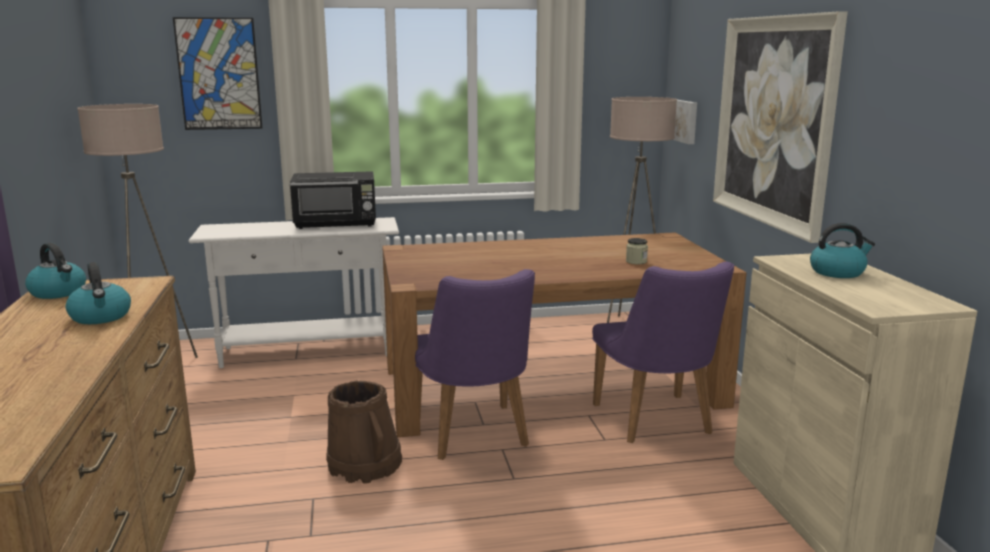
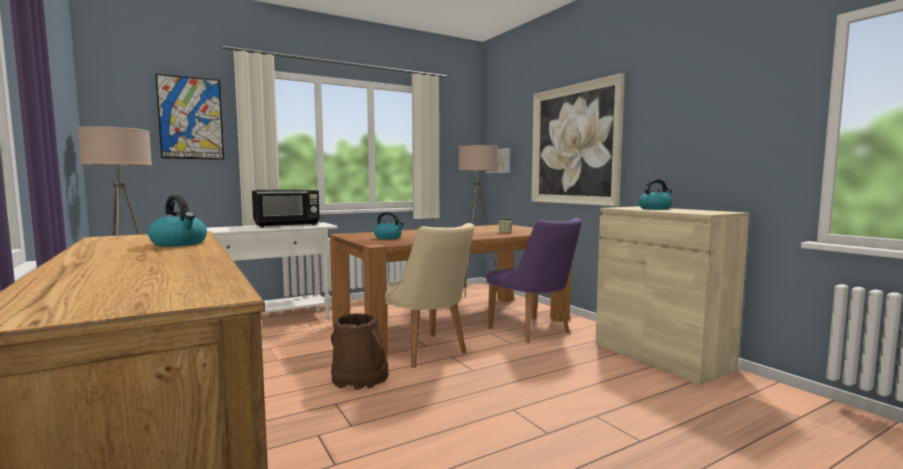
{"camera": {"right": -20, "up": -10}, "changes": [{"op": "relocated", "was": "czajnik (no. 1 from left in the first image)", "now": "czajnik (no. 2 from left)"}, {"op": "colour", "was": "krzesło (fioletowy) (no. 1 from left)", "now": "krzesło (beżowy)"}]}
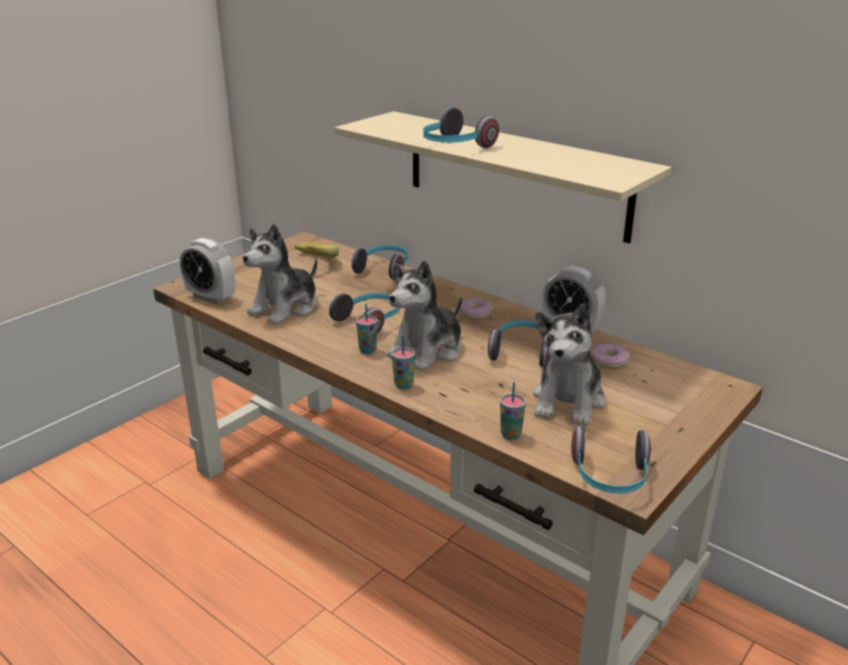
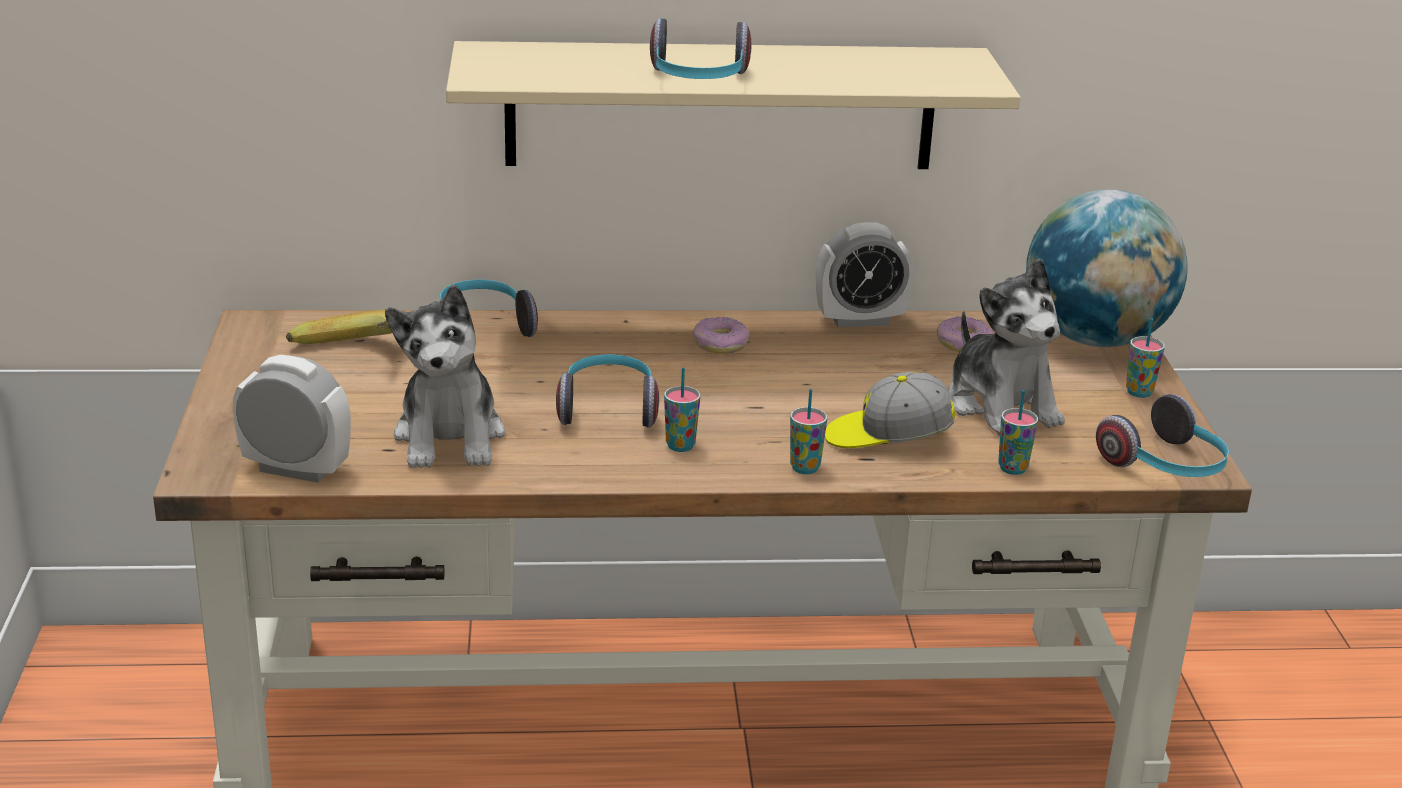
{"camera": {"right": -45, "up": 0}, "changes": [{"op": "spun", "was": "budzik (no. 1 from left)", "clockwise": -150}, {"op": "missing", "was": "pluszak (no. 2 from left)"}, {"op": "missing", "was": "słuchawki (no. 4 from left)"}, {"op": "appeared", "now": "czapka z daszkiem"}, {"op": "appeared", "now": "globus"}, {"op": "appeared", "now": "filiżanka (no. 4 from left)"}]}
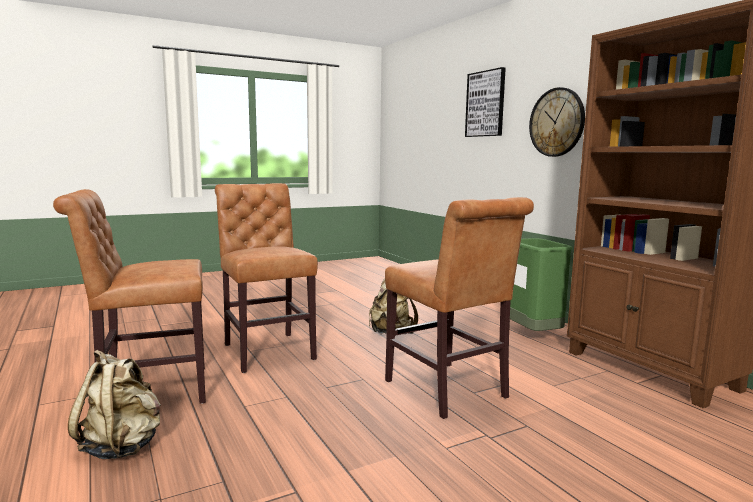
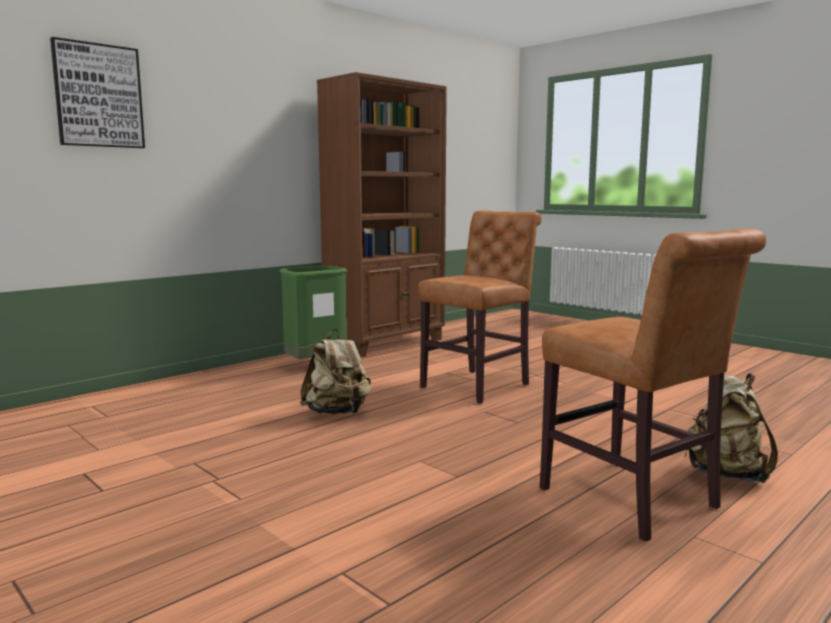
{"camera": {"right": -105, "up": 0}, "changes": [{"op": "missing", "was": "krzesło (brązowy) (no. 2 from left)"}, {"op": "missing", "was": "zegar ścienny"}]}
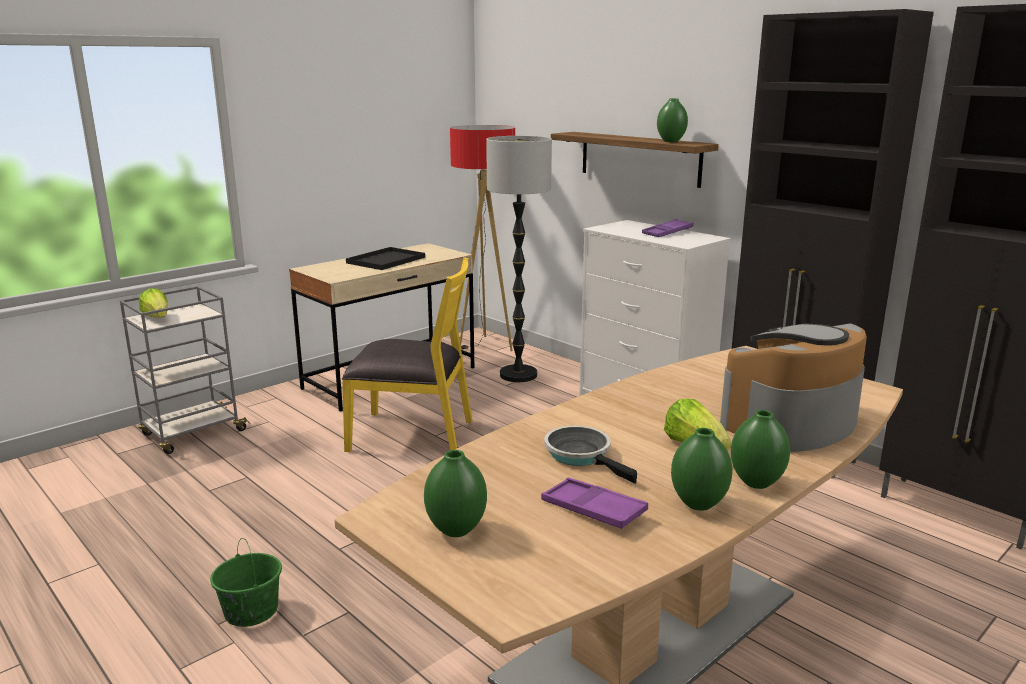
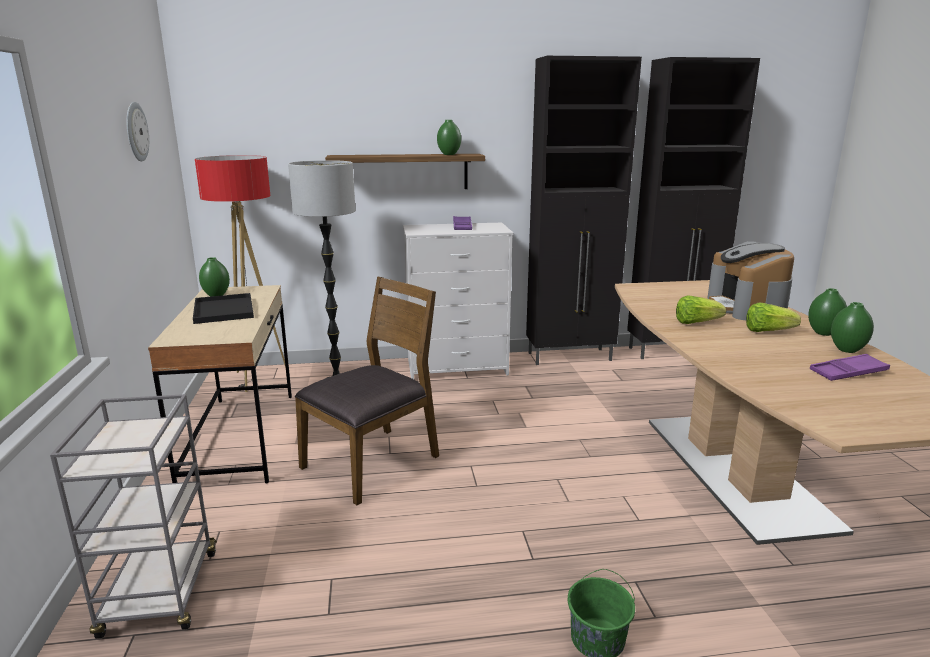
{"camera": {"right": -55, "up": 0}, "changes": [{"op": "relocated", "was": "sałata (no. 1 from left)"}, {"op": "colour", "was": "krzesło (żółty)", "now": "krzesło (brązowy)"}, {"op": "relocated", "was": "wazon (zielony) (no. 1 from left)"}, {"op": "missing", "was": "patelnia"}, {"op": "appeared", "now": "zegar ścienny"}]}
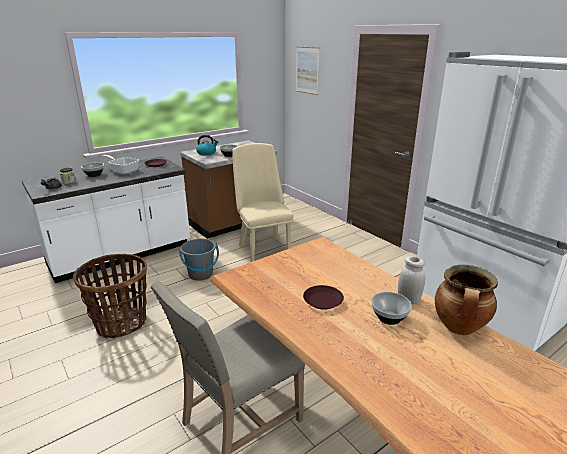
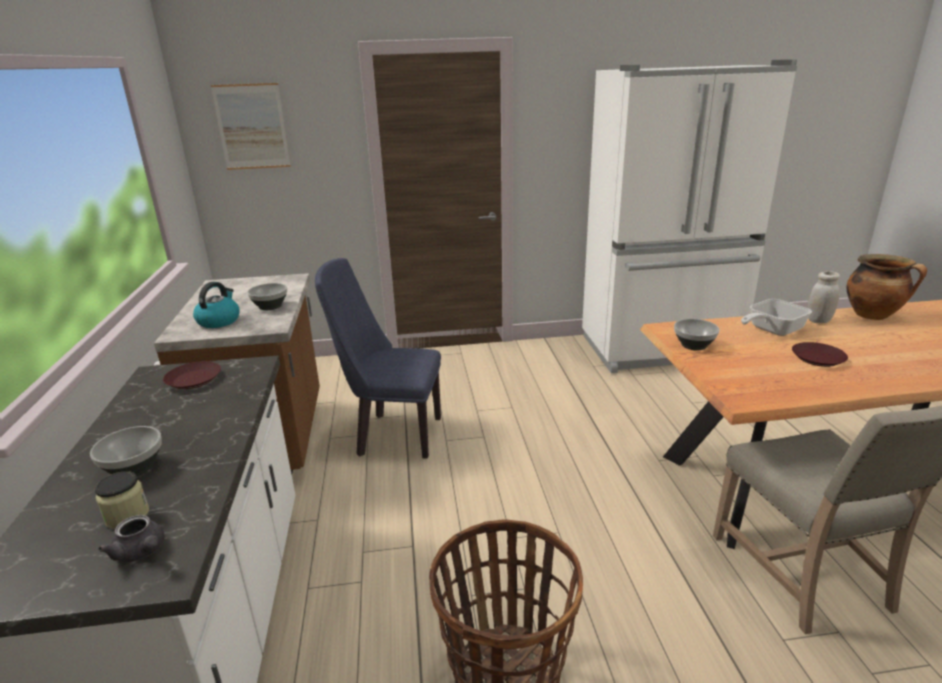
{"camera": {"right": -60, "up": 0}, "changes": [{"op": "relocated", "was": "patelnia"}, {"op": "missing", "was": "wiadro (szary)"}, {"op": "colour", "was": "krzesło (beżowy) (no. 2 from left)", "now": "krzesło (niebieski)"}, {"op": "relocated", "was": "miska (no. 3 from left)"}]}
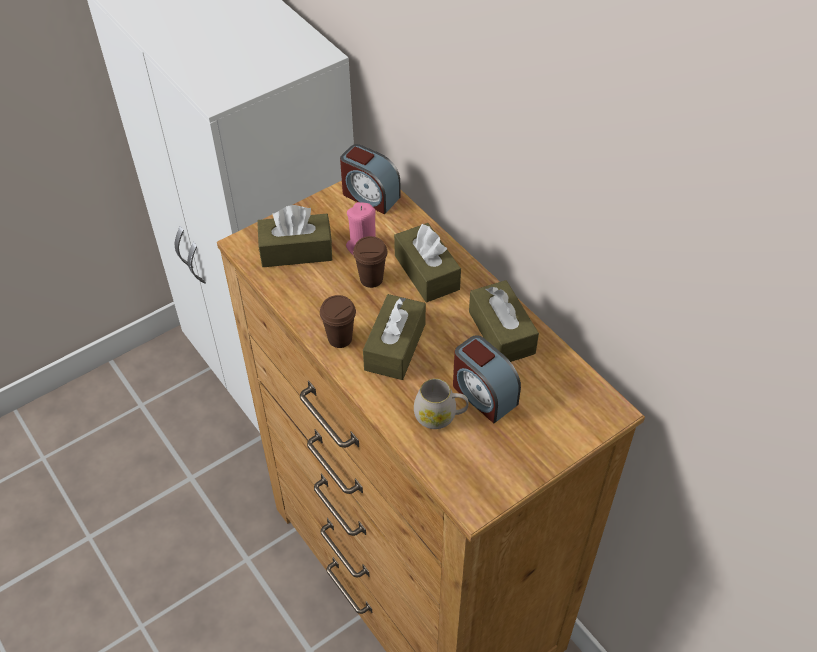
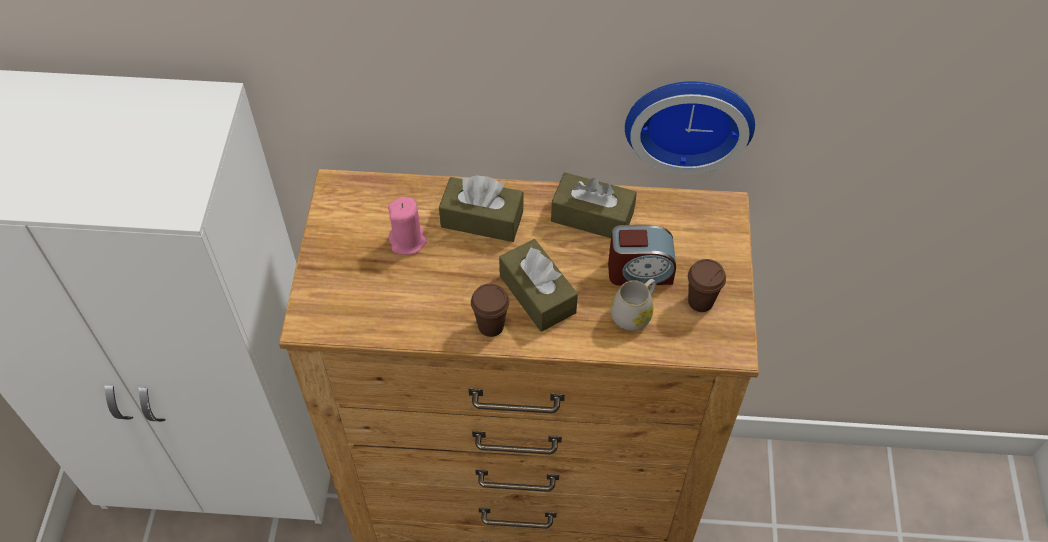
{"camera": {"right": -50, "up": 5}, "changes": [{"op": "missing", "was": "pudełko chusteczek (brązowy) (no. 1 from left)"}, {"op": "missing", "was": "budzik (no. 1 from left)"}, {"op": "relocated", "was": "filiżanka (brązowy) (no. 2 from left)"}, {"op": "appeared", "now": "zegar ścienny"}]}
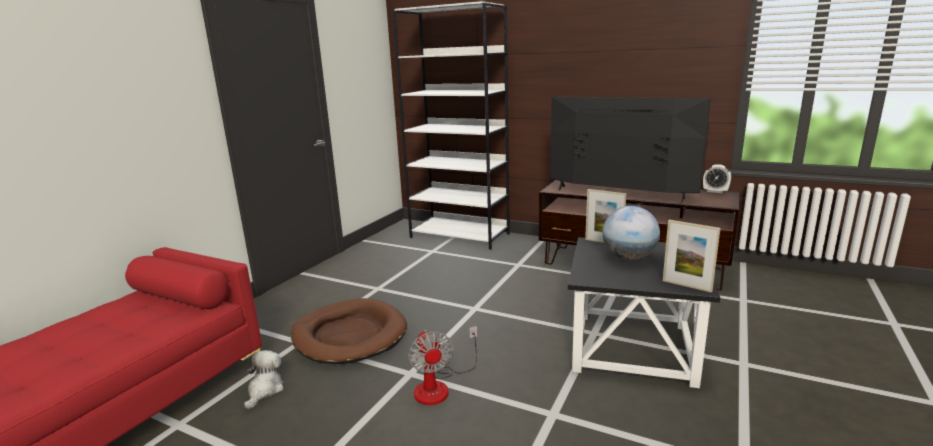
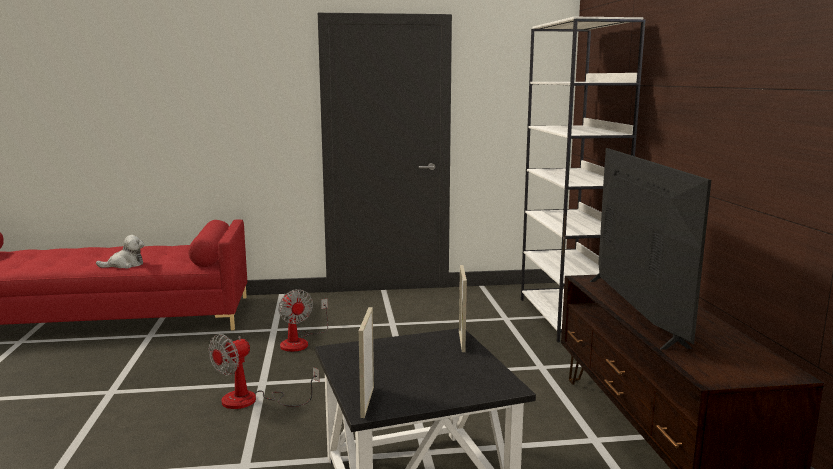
{"camera": {"right": 55, "up": -5}, "changes": [{"op": "relocated", "was": "pluszak"}, {"op": "exchanged", "was": "legowisko (brązowy)", "now": "wentylator (no. 2 from left)"}, {"op": "missing", "was": "globus"}, {"op": "missing", "was": "budzik"}]}
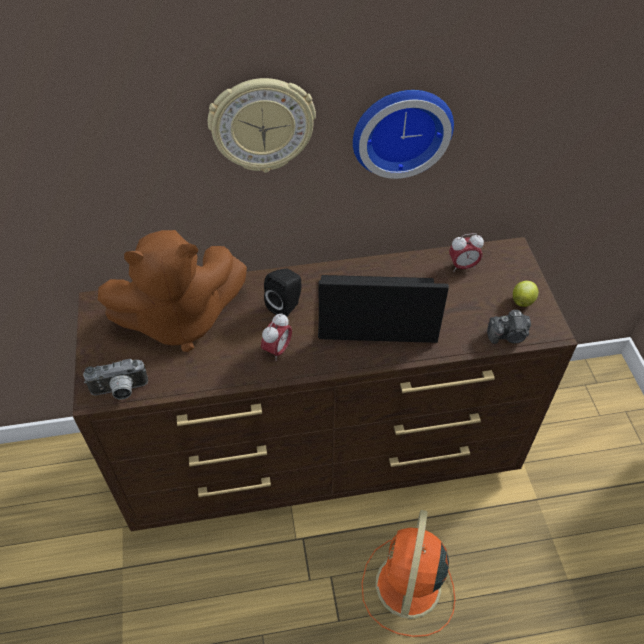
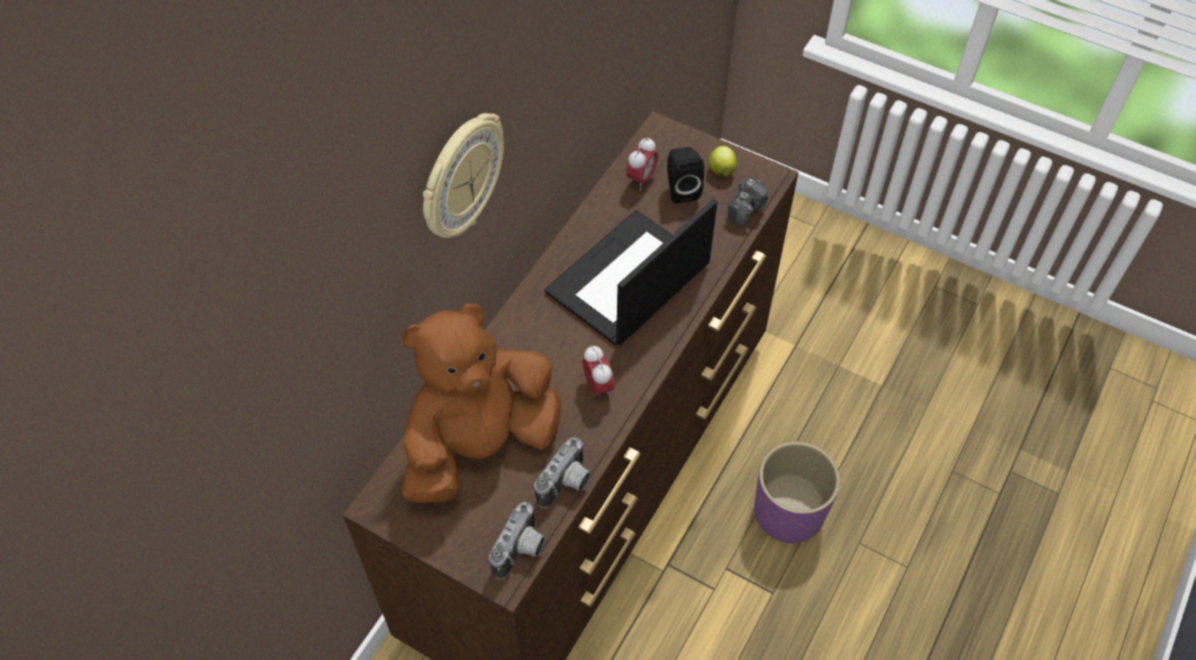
{"camera": {"right": -50, "up": 5}, "changes": [{"op": "spun", "was": "pluszak (brązowy)", "clockwise": -150}, {"op": "relocated", "was": "głośnik (czarny)"}, {"op": "missing", "was": "zegar ścienny (no. 2 from left)"}, {"op": "exchanged", "was": "wentylator (pomarańczowy)", "now": "donica (fioletowy)"}, {"op": "appeared", "now": "aparat fotograficzny (no. 2 from left)"}]}
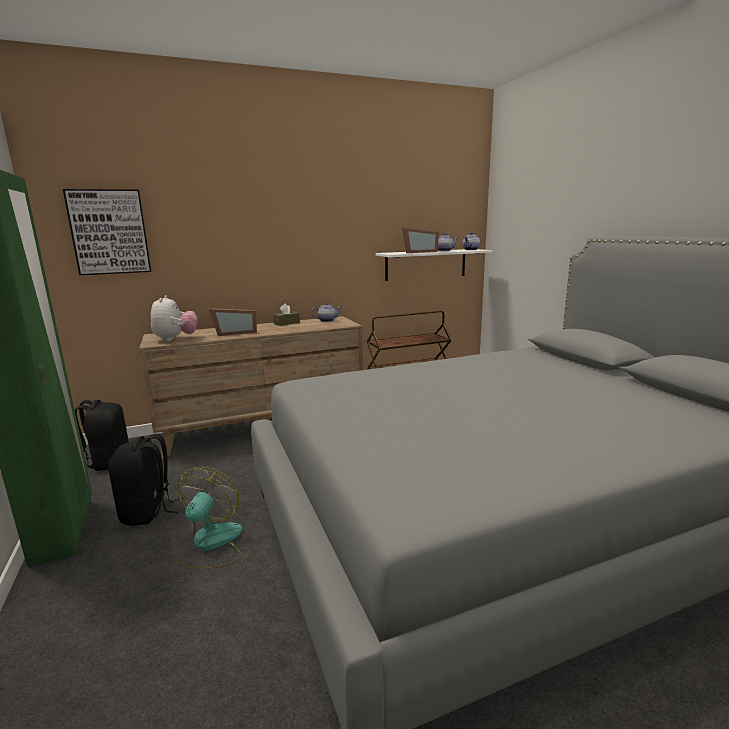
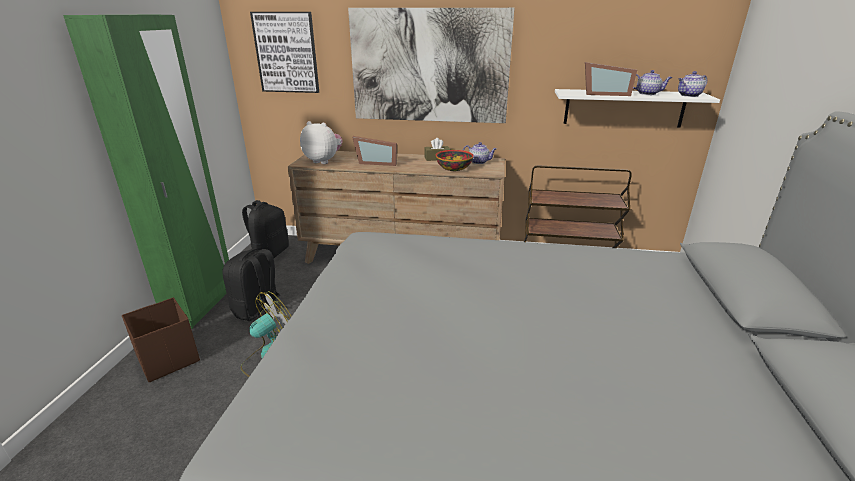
{"camera": {"right": 30, "up": 10}, "changes": [{"op": "spun", "was": "pluszak", "clockwise": -90}, {"op": "appeared", "now": "pojemnik do przechowywania (brązowy)"}, {"op": "appeared", "now": "obraz (no. 2 from left)"}, {"op": "appeared", "now": "miska"}]}
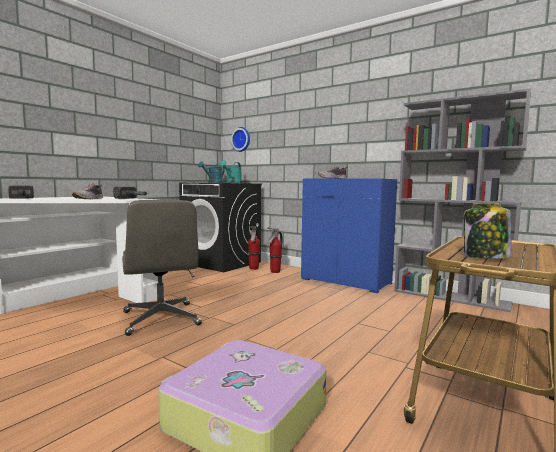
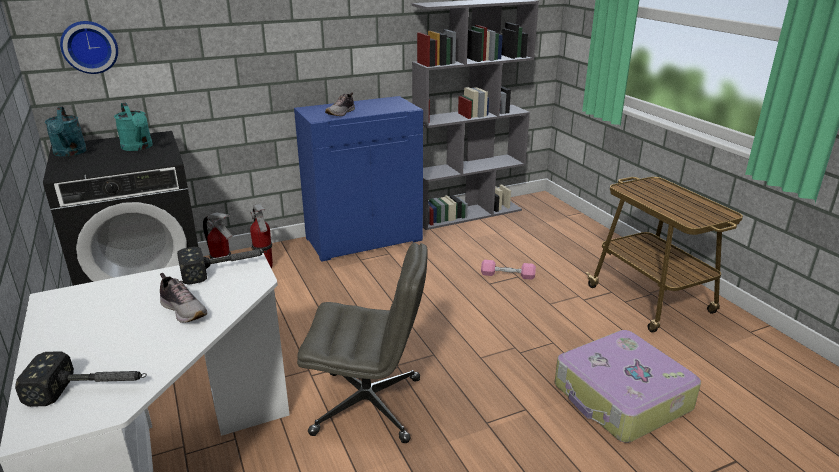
{"camera": {"right": -60, "up": 20}, "changes": [{"op": "missing", "was": "słoik"}, {"op": "appeared", "now": "hantel (różowy)"}]}
